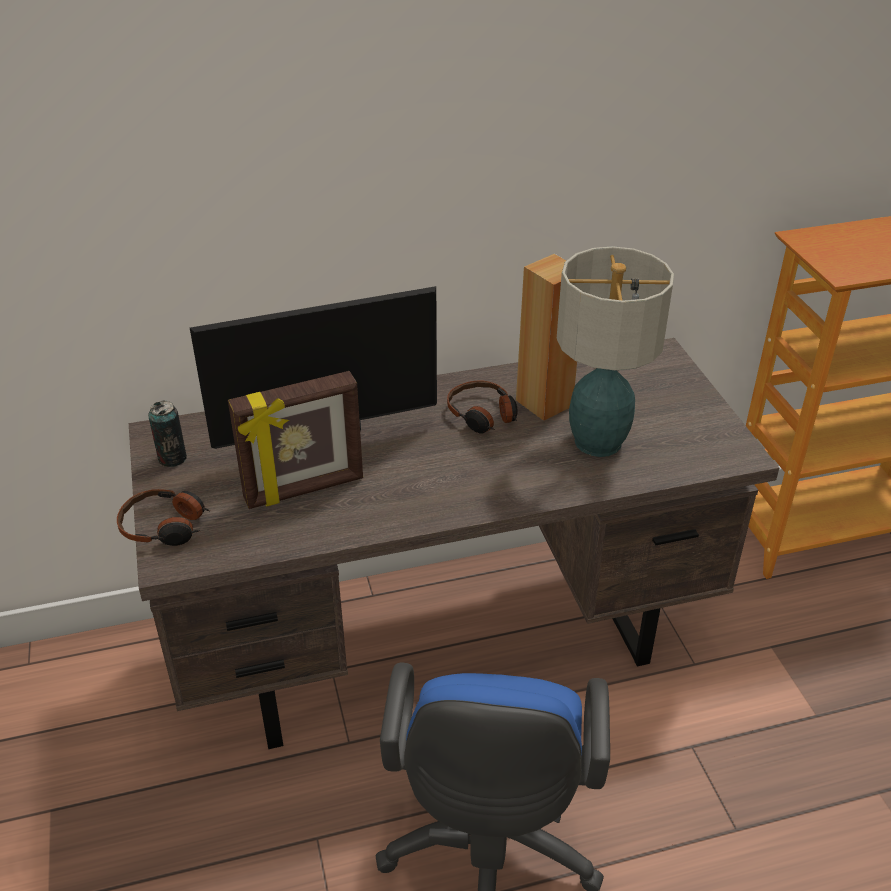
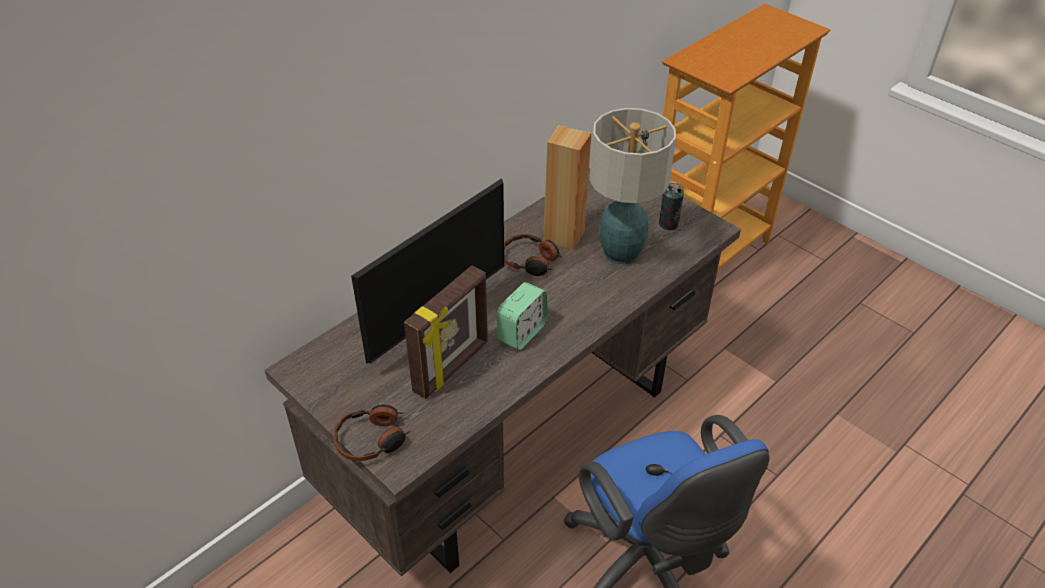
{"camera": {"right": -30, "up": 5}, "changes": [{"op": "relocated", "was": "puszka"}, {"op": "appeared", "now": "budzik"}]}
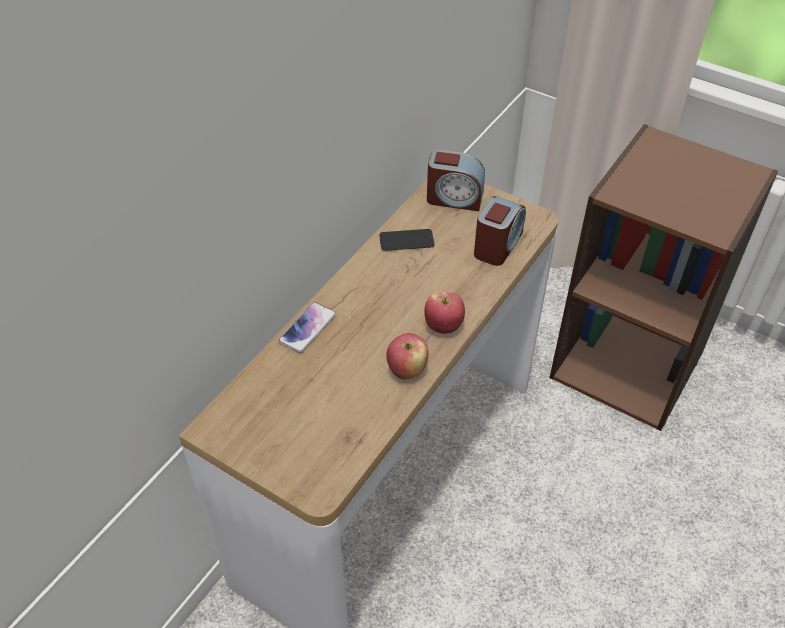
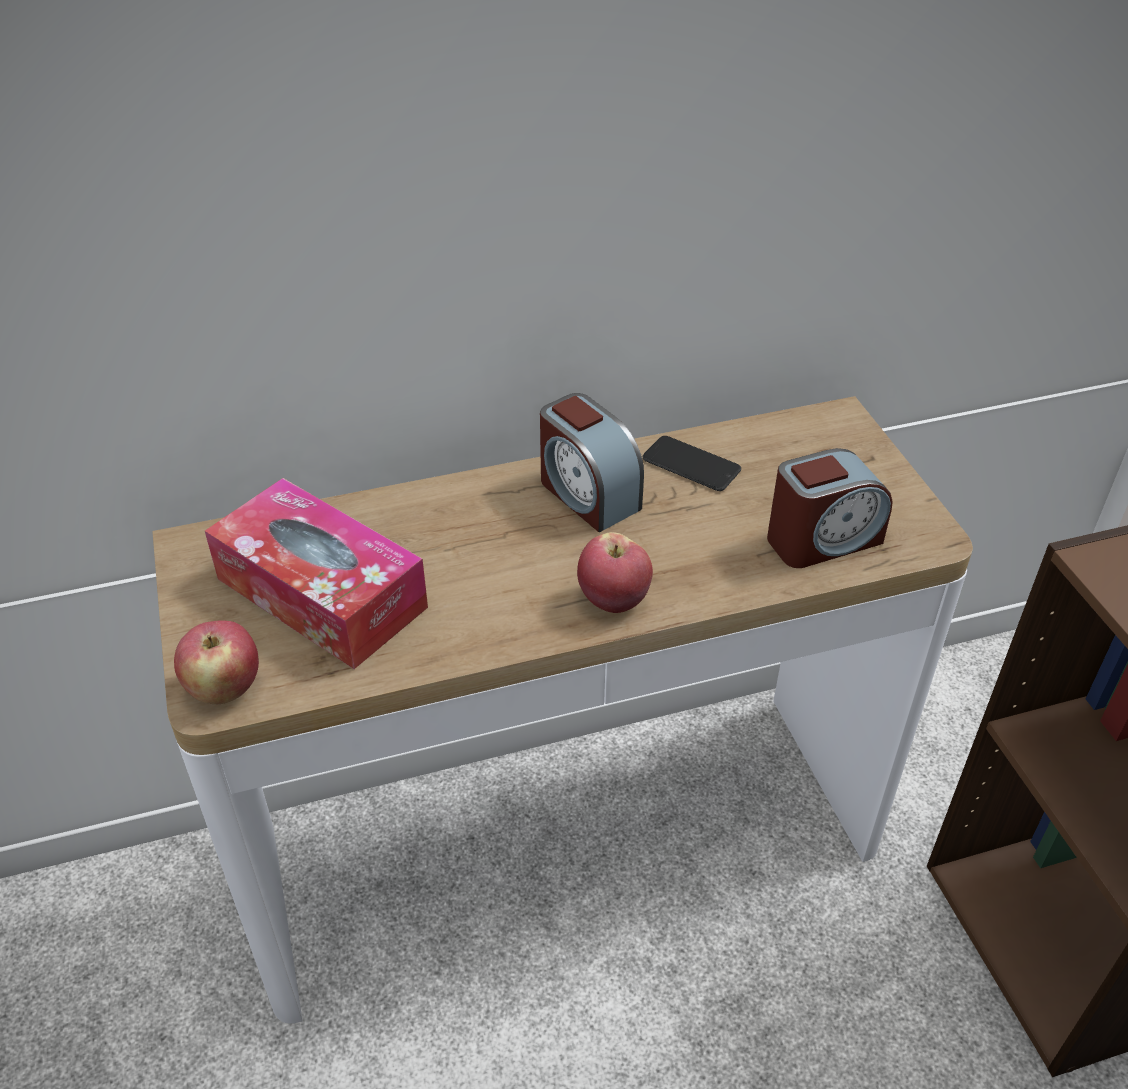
{"camera": {"right": 40, "up": -5}, "changes": [{"op": "missing", "was": "telefon (no. 1 from left)"}, {"op": "relocated", "was": "jabłko (no. 1 from left)"}, {"op": "relocated", "was": "budzik (no. 1 from left)"}, {"op": "appeared", "now": "pudełko chusteczek"}]}
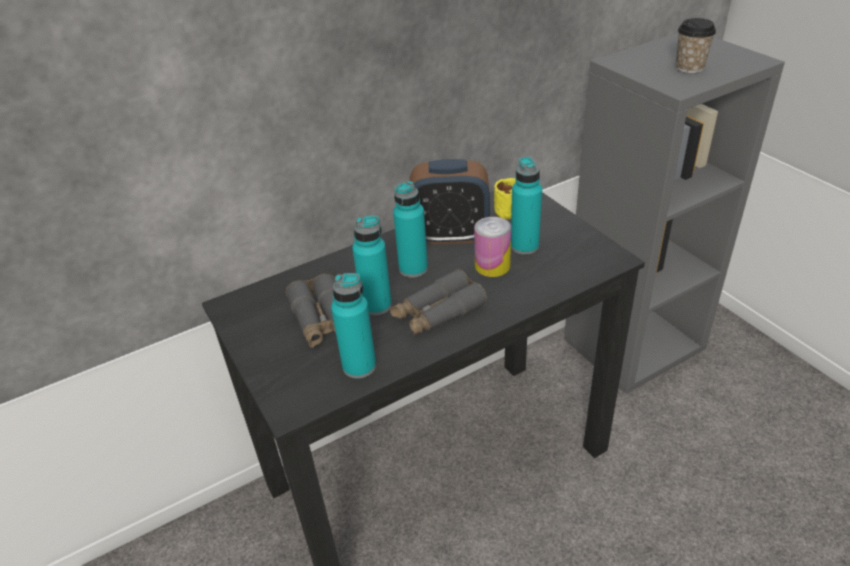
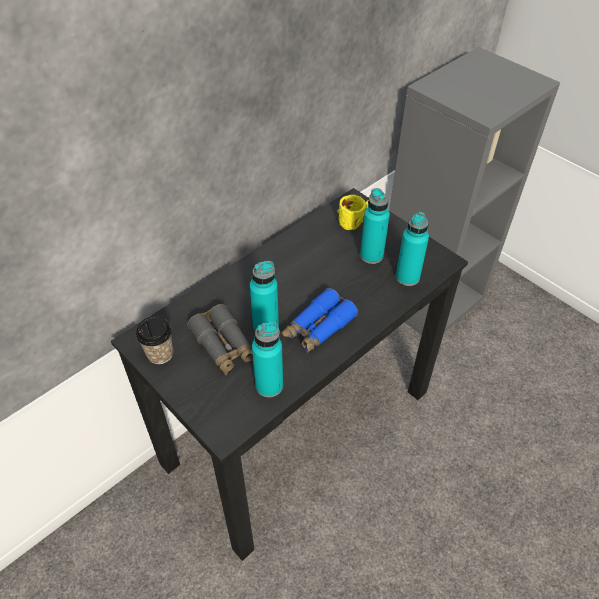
{"camera": {"right": -15, "up": 10}, "changes": [{"op": "colour", "was": "lornetka (szary) (no. 2 from left)", "now": "lornetka (niebieski)"}, {"op": "relocated", "was": "butelka (turkusowy) (no. 3 from left in the first image)", "now": "butelka (turkusowy) (no. 4 from left)"}, {"op": "missing", "was": "budzik"}, {"op": "missing", "was": "puszka"}, {"op": "relocated", "was": "filiżanka"}]}
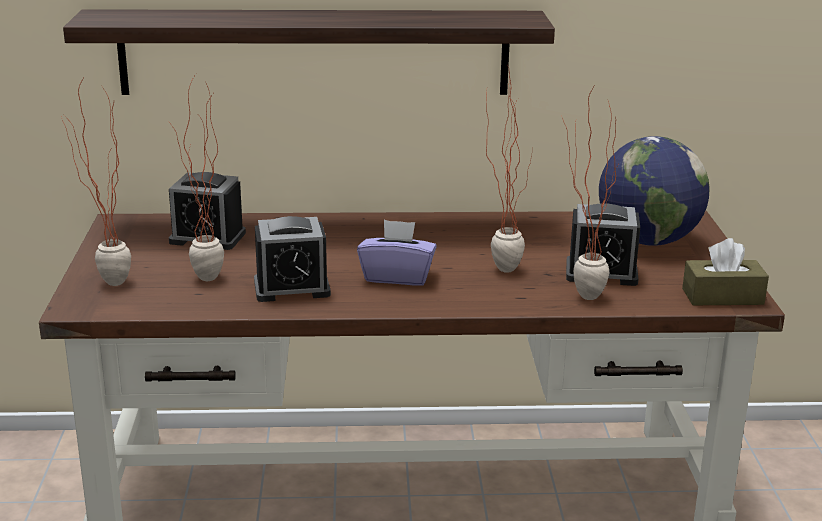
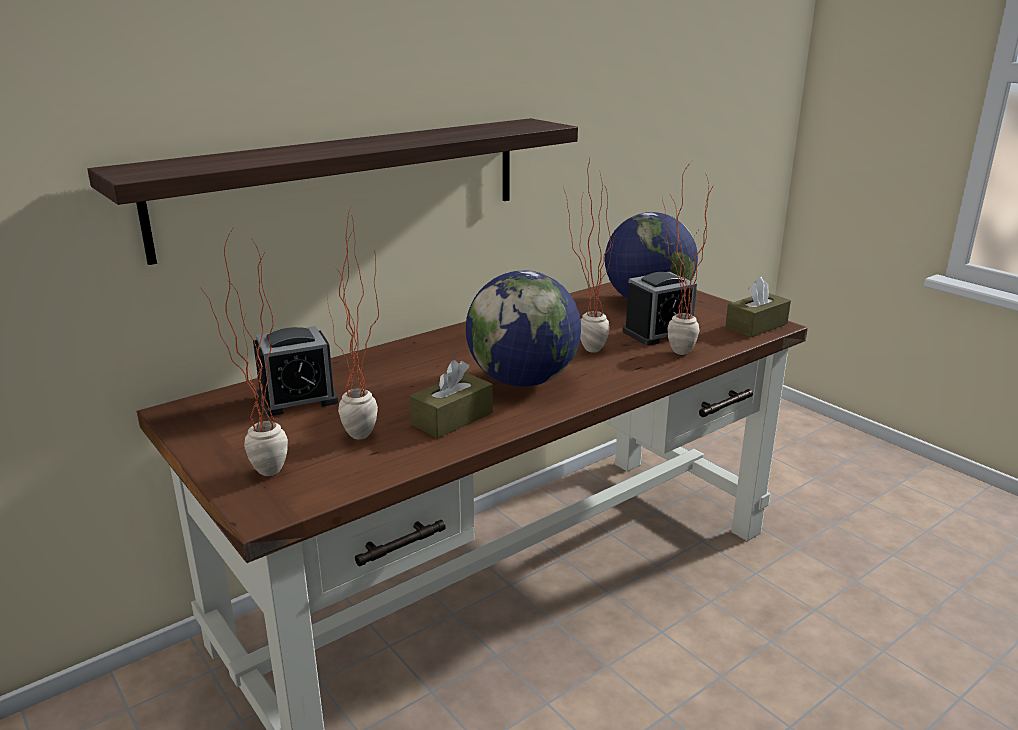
{"camera": {"right": -35, "up": 0}, "changes": [{"op": "exchanged", "was": "budzik (no. 2 from left)", "now": "pudełko chusteczek (brązowy) (no. 1 from left)"}, {"op": "exchanged", "was": "pudełko chusteczek (fioletowy)", "now": "globus (no. 1 from left)"}]}
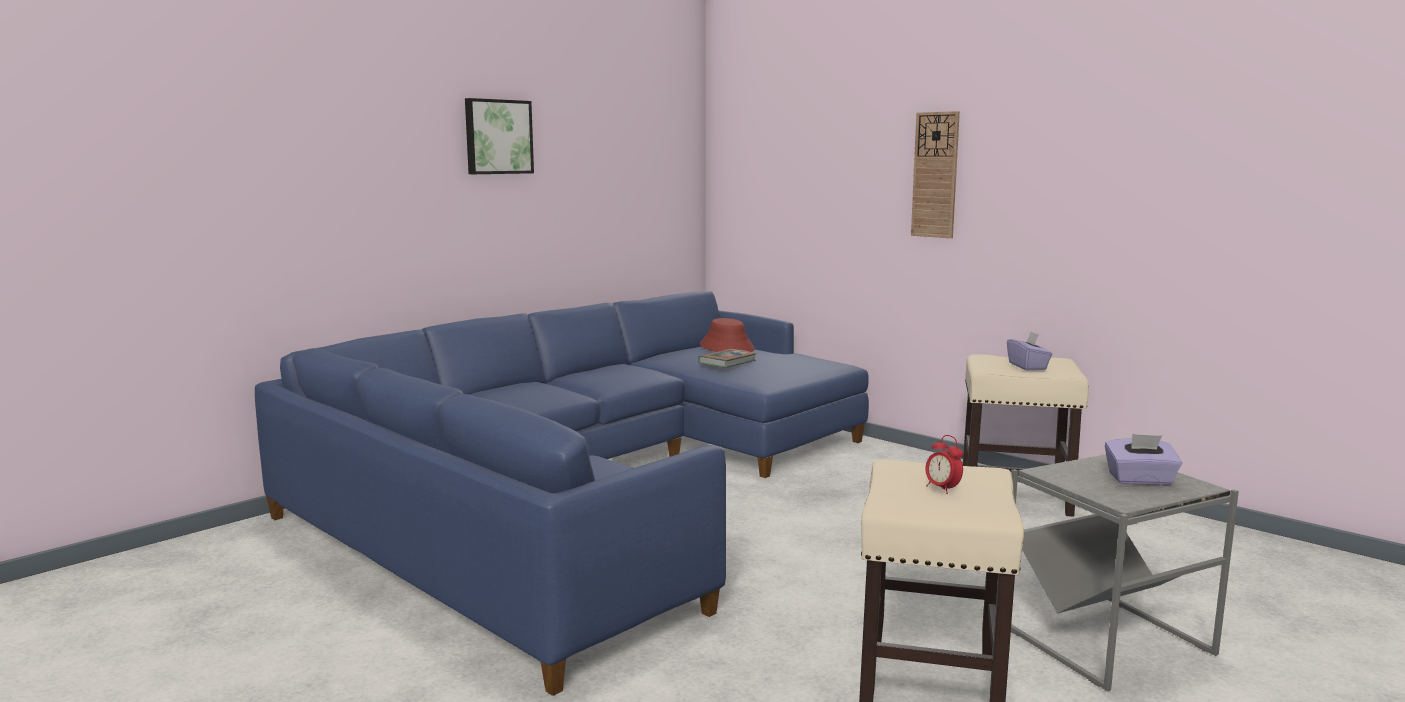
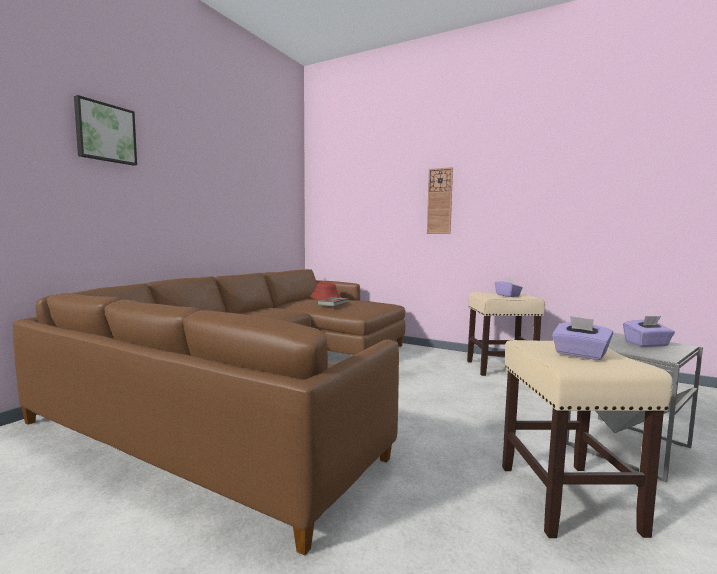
{"camera": {"right": -15, "up": -5}, "changes": [{"op": "colour", "was": "kanapa (niebieski)", "now": "kanapa (brązowy)"}, {"op": "relocated", "was": "obraz"}, {"op": "exchanged", "was": "budzik", "now": "pudełko chusteczek (fioletowy) (no. 2 from left)"}]}
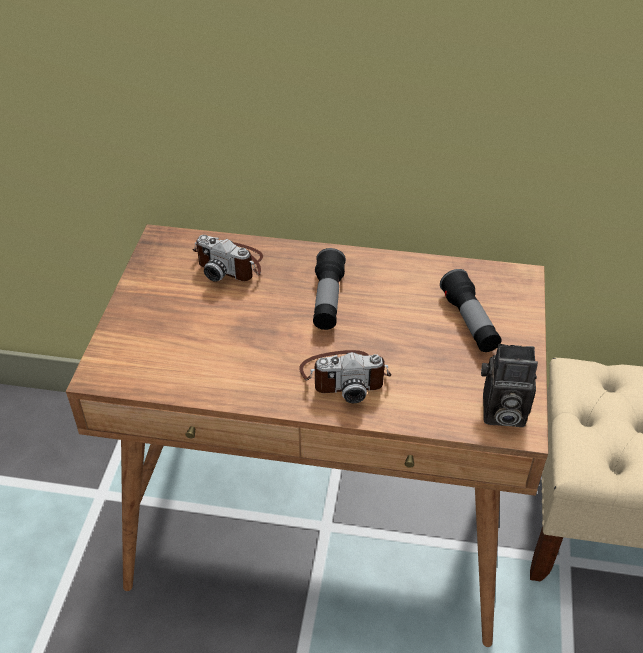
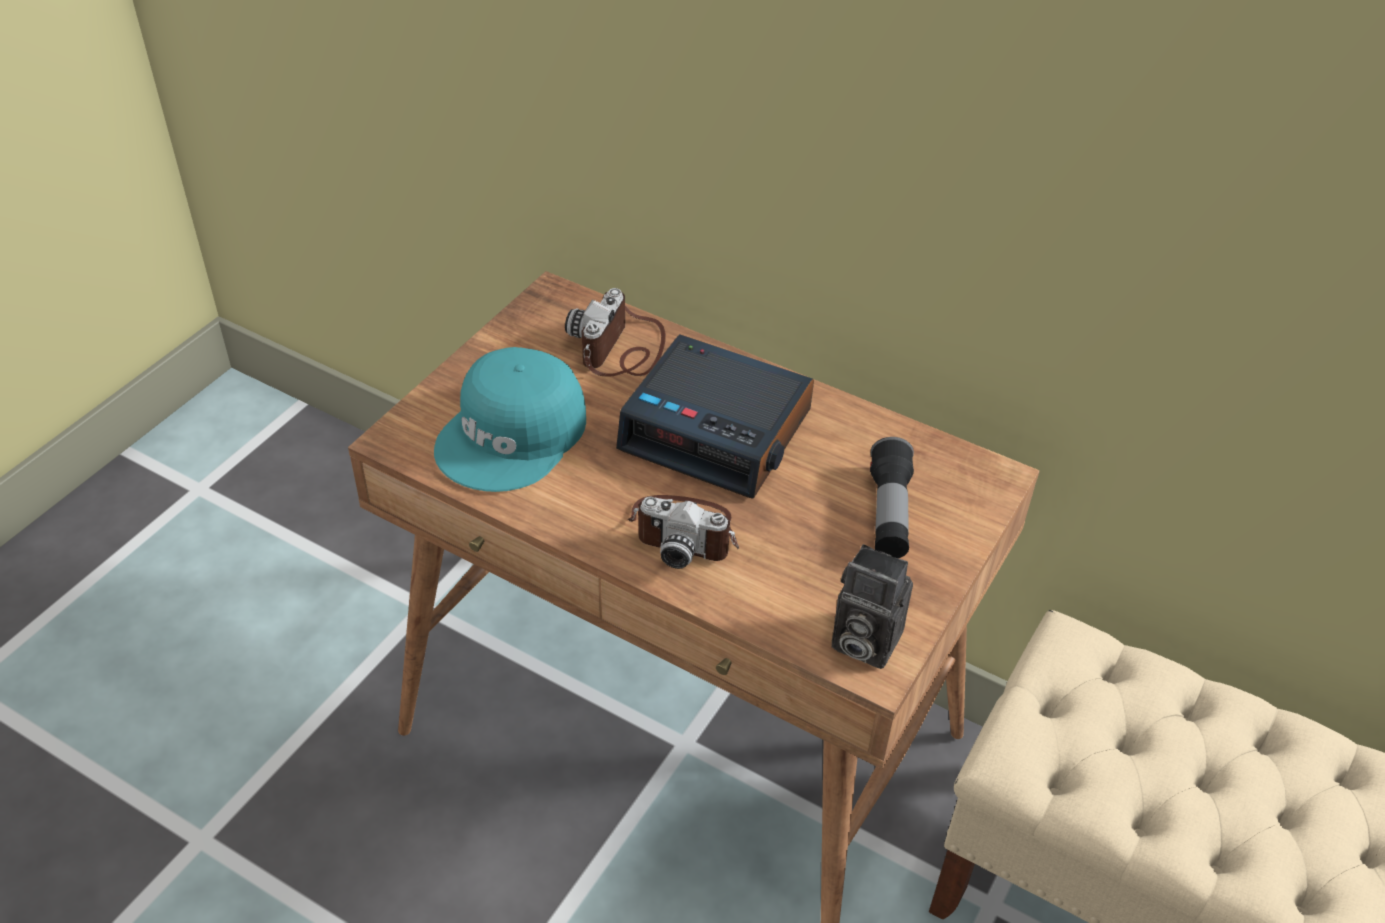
{"camera": {"right": 20, "up": 0}, "changes": [{"op": "spun", "was": "aparat fotograficzny (no. 1 from left)", "clockwise": 60}, {"op": "exchanged", "was": "latarka (no. 1 from left)", "now": "budzik"}, {"op": "appeared", "now": "czapka z daszkiem (turkusowy)"}]}
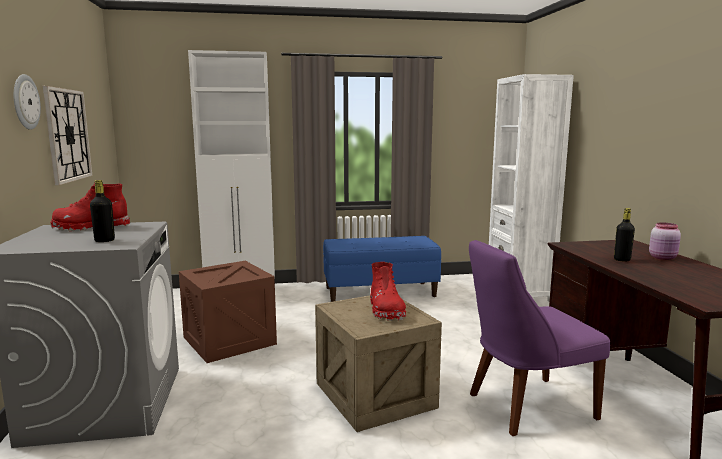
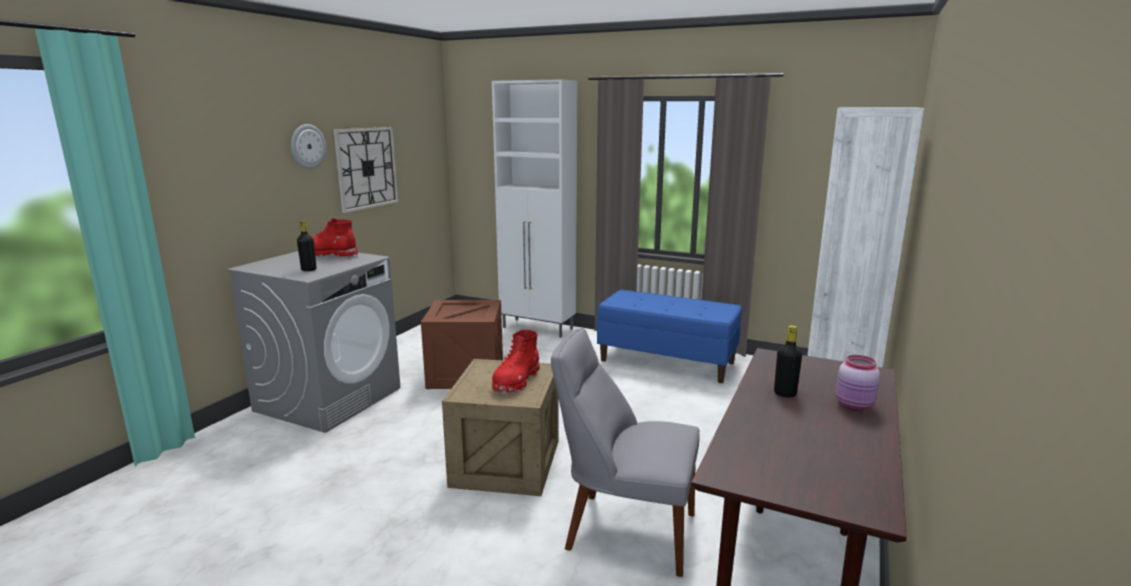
{"camera": {"right": 35, "up": 5}, "changes": [{"op": "colour", "was": "krzesło (fioletowy)", "now": "krzesło (szary)"}]}
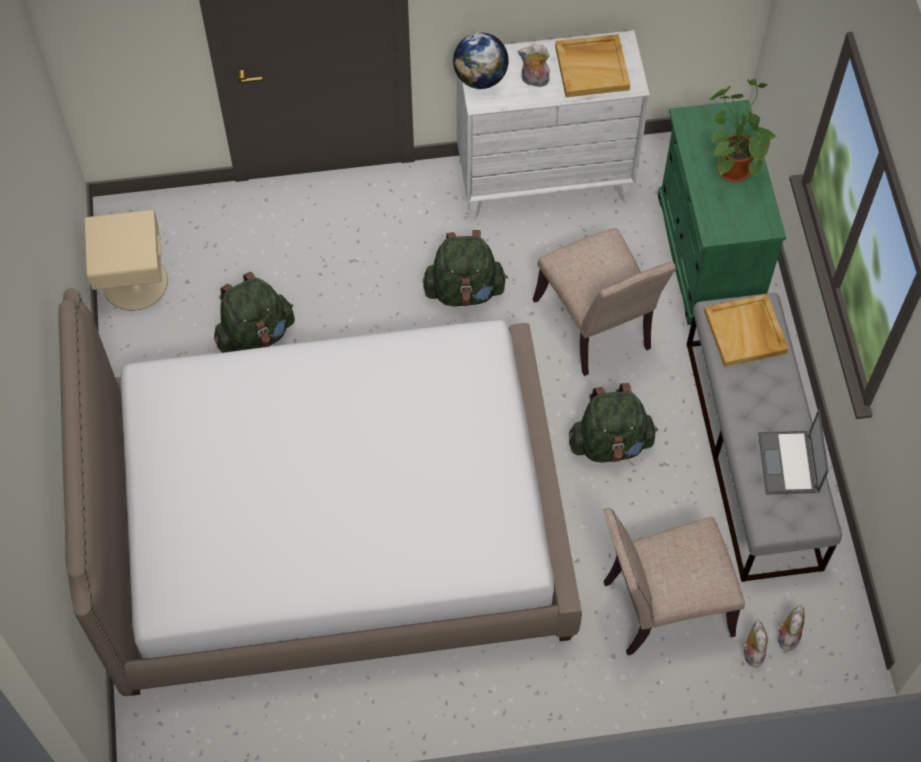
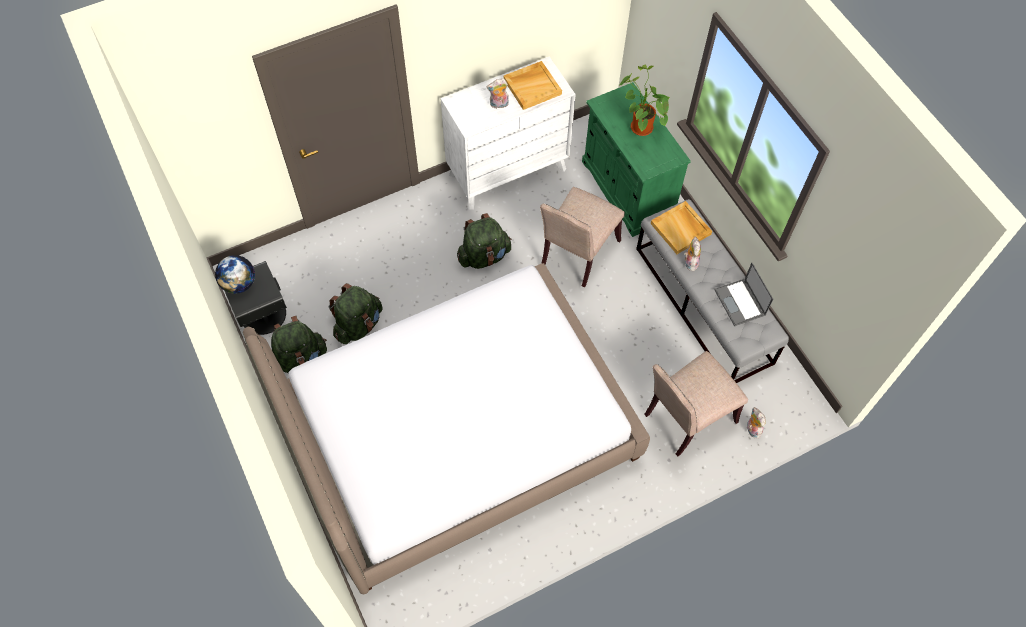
{"camera": {"right": -20, "up": 0}, "changes": [{"op": "colour", "was": "szafka nocna (beżowy)", "now": "szafka nocna (czarny)"}, {"op": "relocated", "was": "globus"}, {"op": "spun", "was": "krzesło (beżowy) (no. 1 from left)", "clockwise": 75}, {"op": "relocated", "was": "plecak (zielony) (no. 3 from left in the first image)", "now": "plecak (zielony) (no. 1 from left)"}, {"op": "relocated", "was": "pluszak (no. 3 from left in the first image)", "now": "pluszak (no. 2 from left)"}]}
